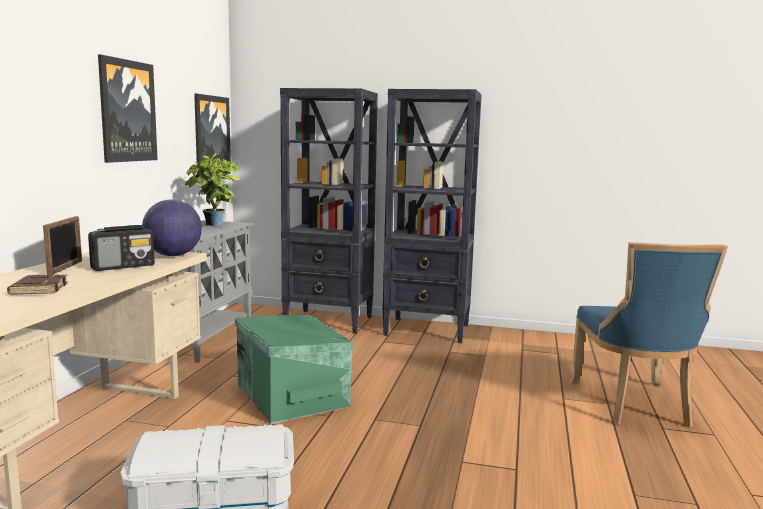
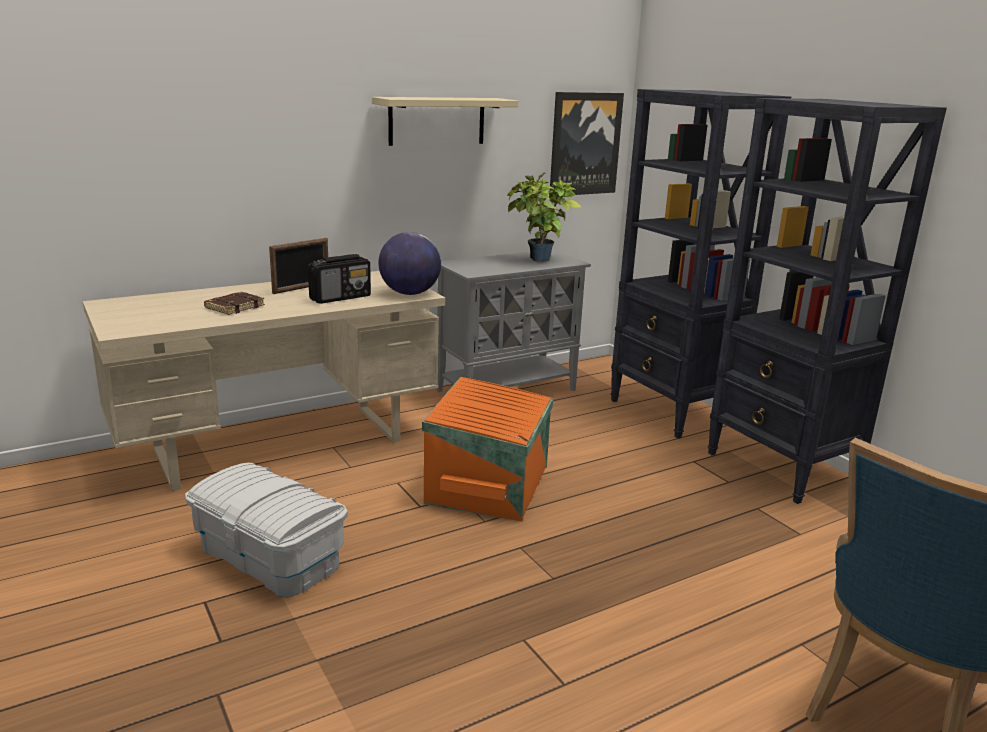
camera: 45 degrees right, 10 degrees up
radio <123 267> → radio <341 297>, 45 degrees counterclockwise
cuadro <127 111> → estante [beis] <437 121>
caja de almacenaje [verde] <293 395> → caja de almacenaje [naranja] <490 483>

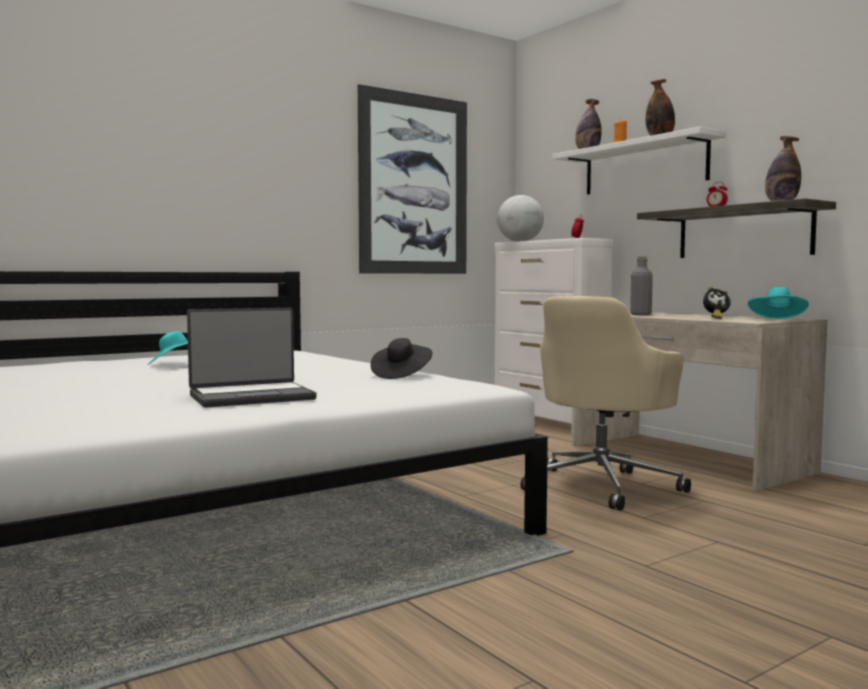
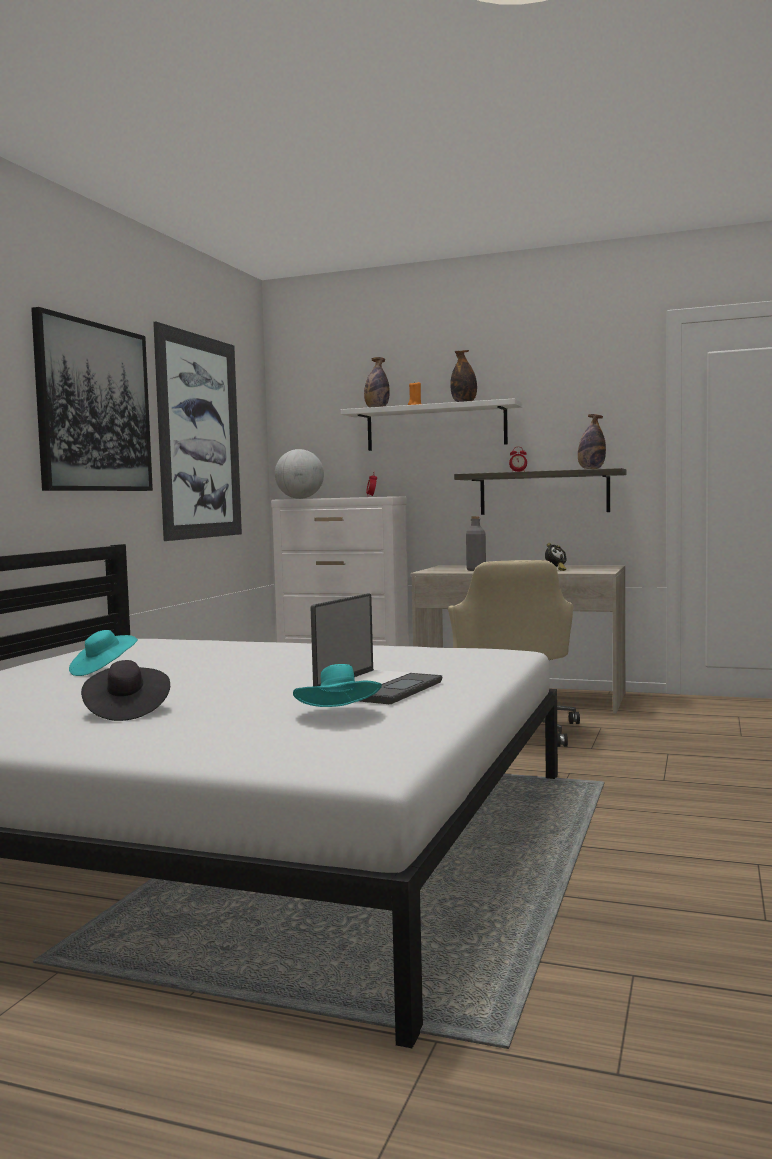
camera: 35 degrees left, 0 degrees up
- → cuadro <94 407>
sombrero [negro] <401 375> → sombrero [negro] <126 711>, relocated
sombrero [turquesa] <777 320> → sombrero [turquesa] <339 715>, relocated

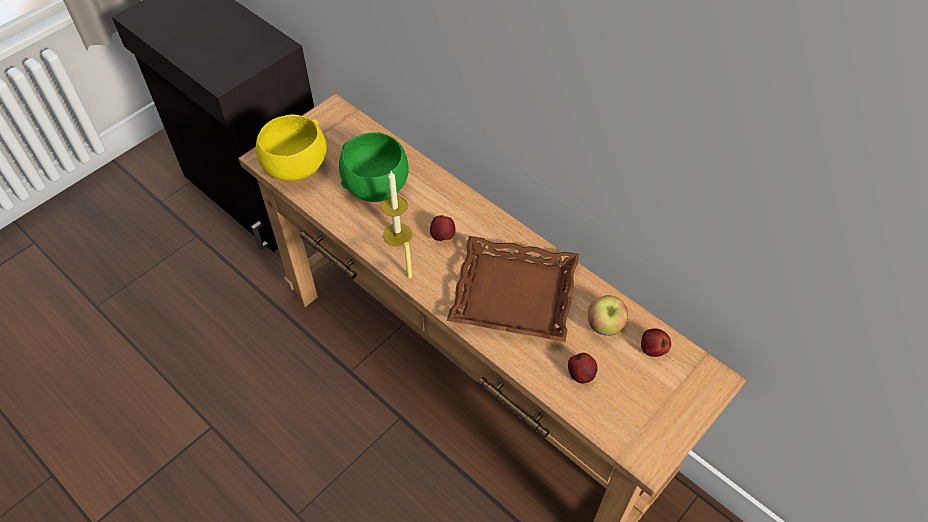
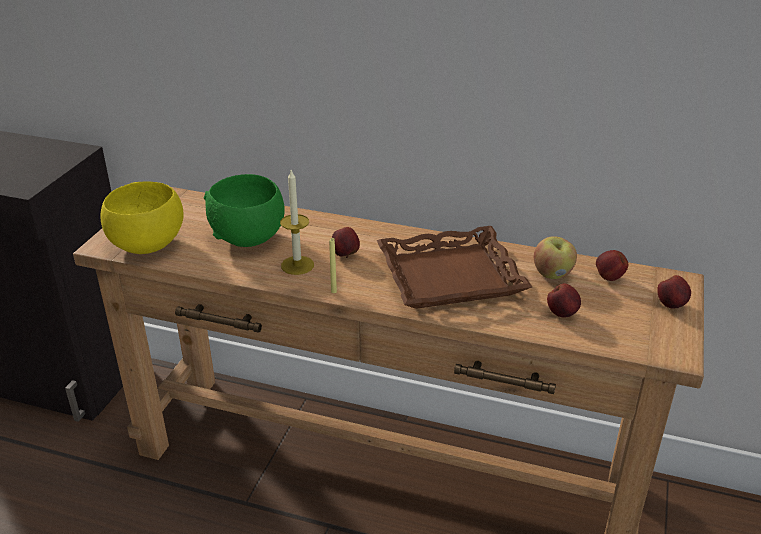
camera: 25 degrees left, 20 degrees down
- → manzana <671 305>

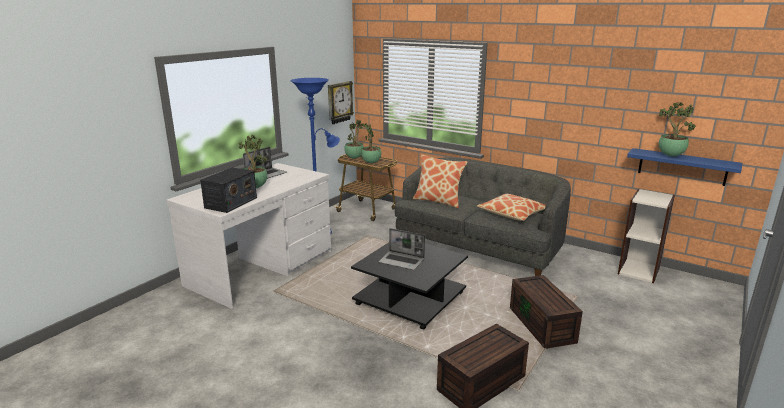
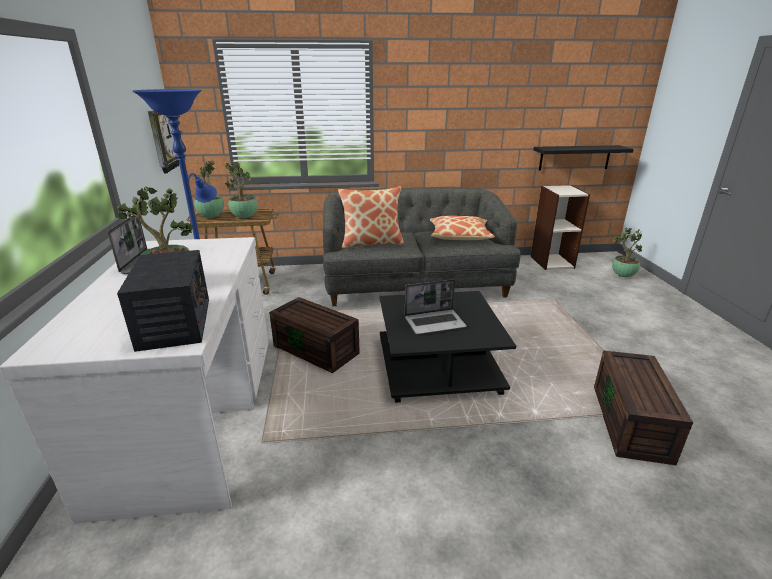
camera: 40 degrees left, 5 degrees up
caja de almacenaje [marrón] <543 325> → caja de almacenaje [marrón] <317 350>, relocated
estante [azul] <682 167> → estante [negro] <574 157>
planta en maceta <670 155> → planta en maceta <622 276>, relocated

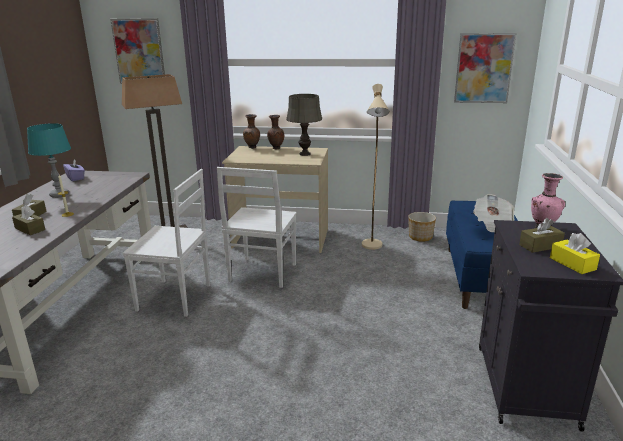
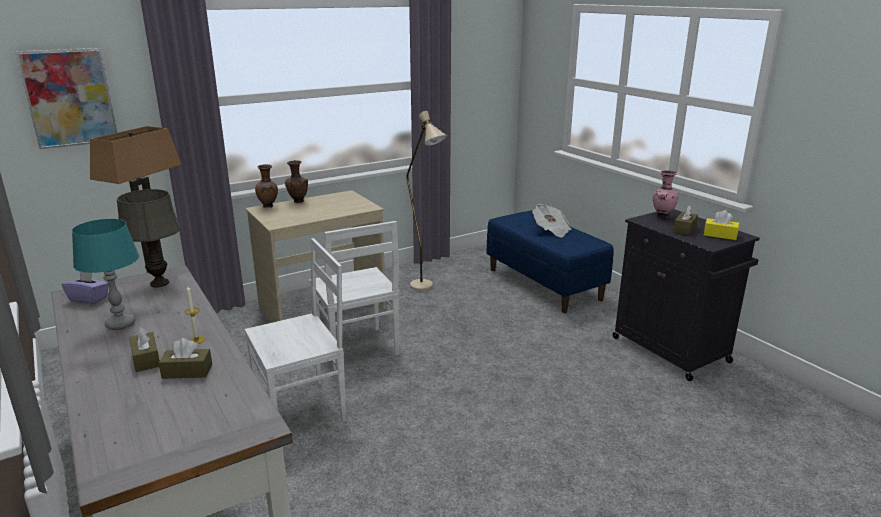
camera: 40 degrees left, 0 degrees up
lámpara de mesa [gris] <305 154> → lámpara de mesa [gris] <159 283>, relocated
maceta <421 237> → -
cuadro <484 68> → -

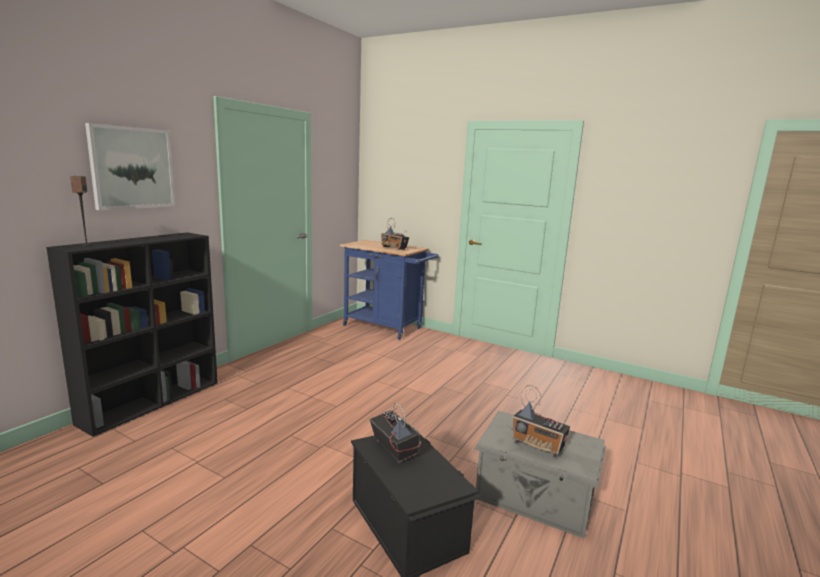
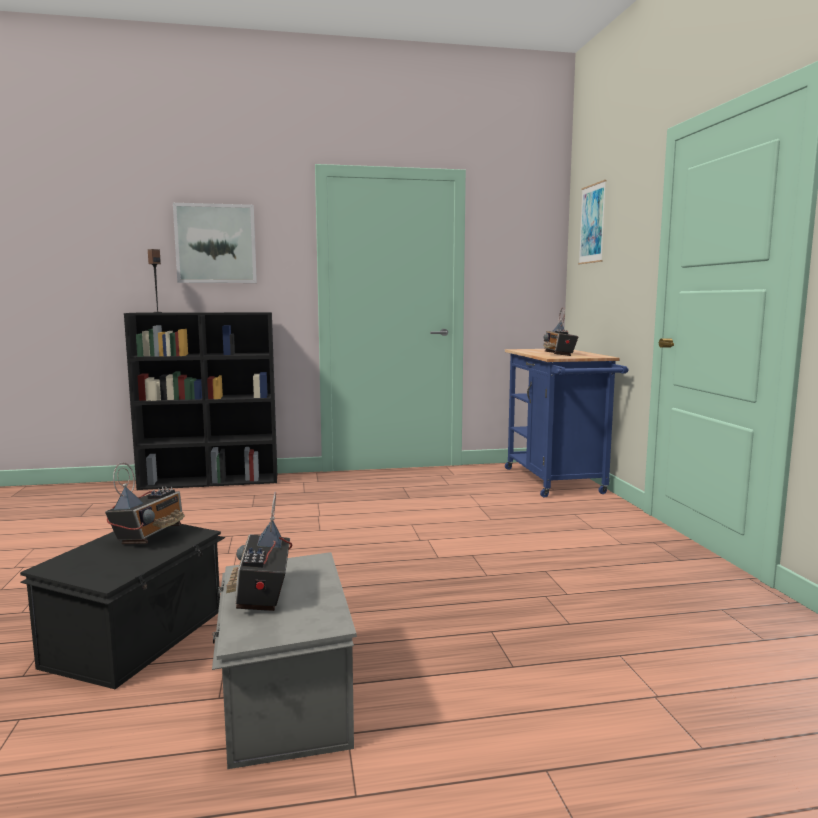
camera: 50 degrees right, 5 degrees down
- → cuadro <592 224>

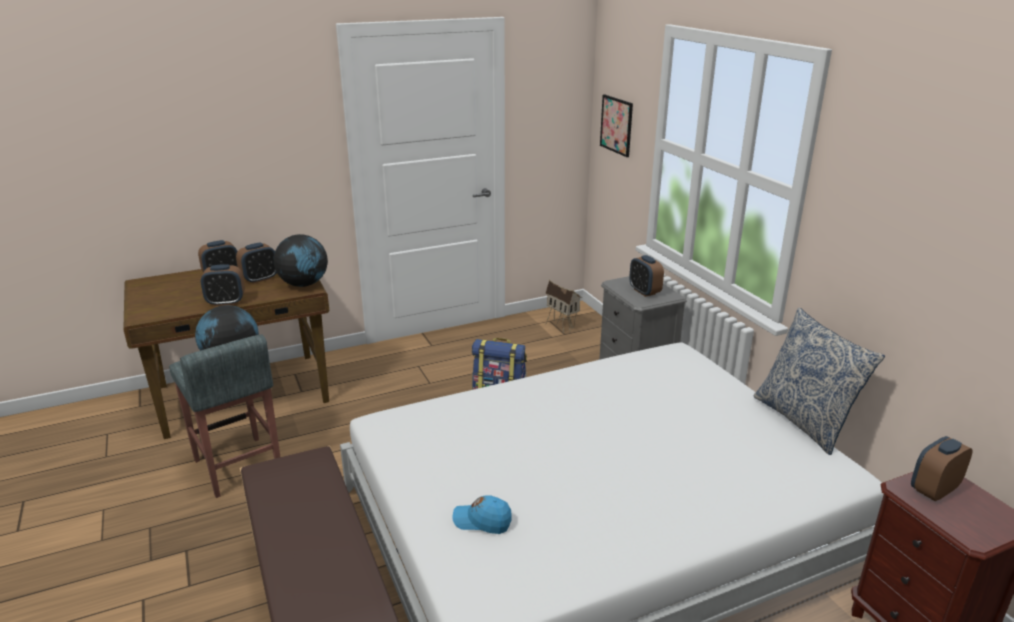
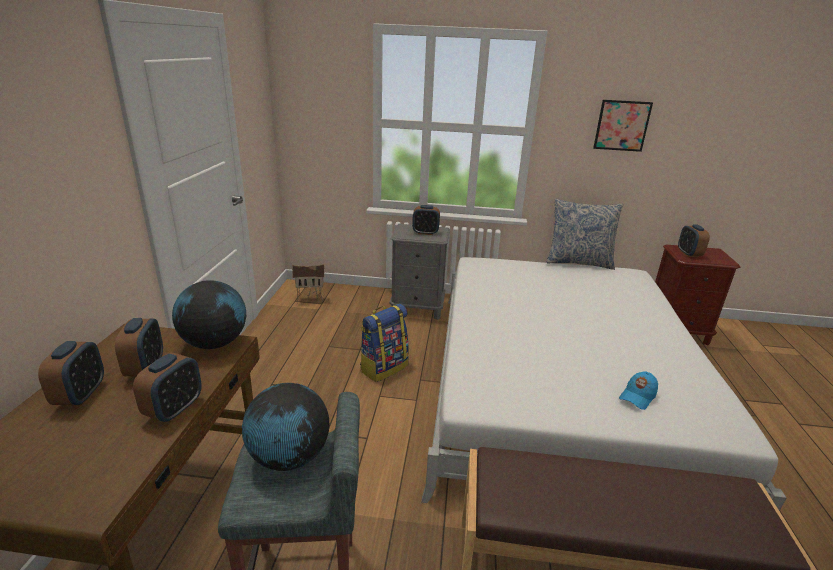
camera: 60 degrees left, 0 degrees up
cuadro <616 125> → cuadro <622 125>, relocated

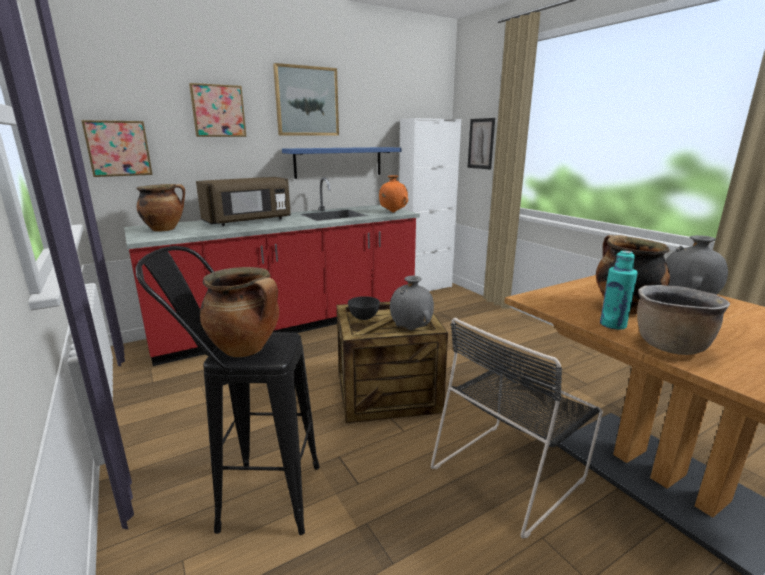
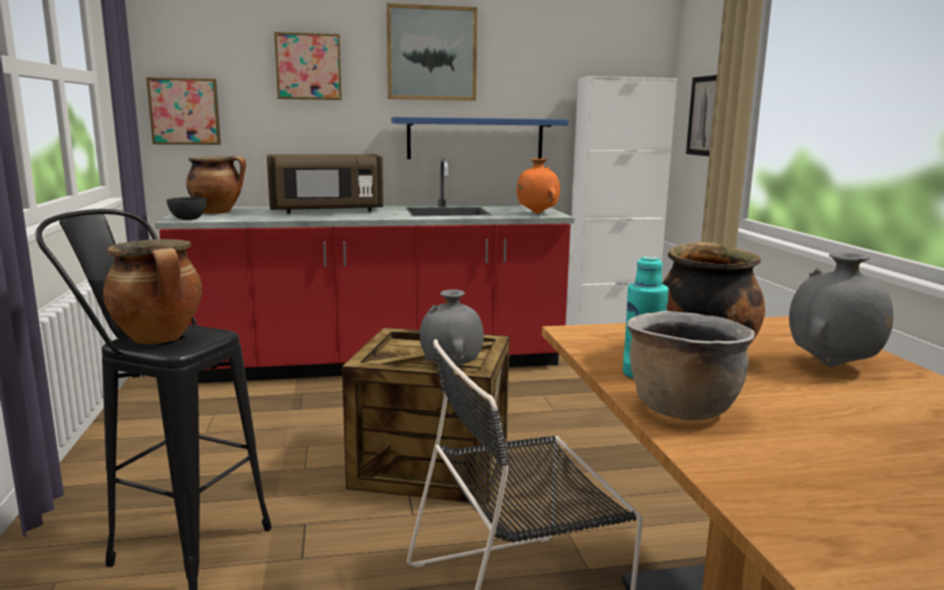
camera: 20 degrees right, 5 degrees down
cuenco [gris] <363 317> → cuenco [gris] <188 219>, relocated

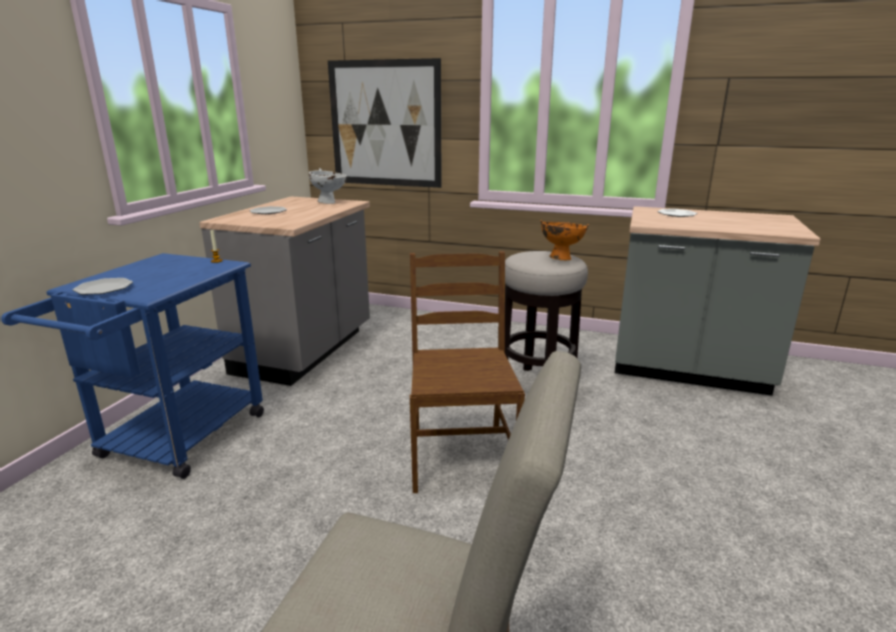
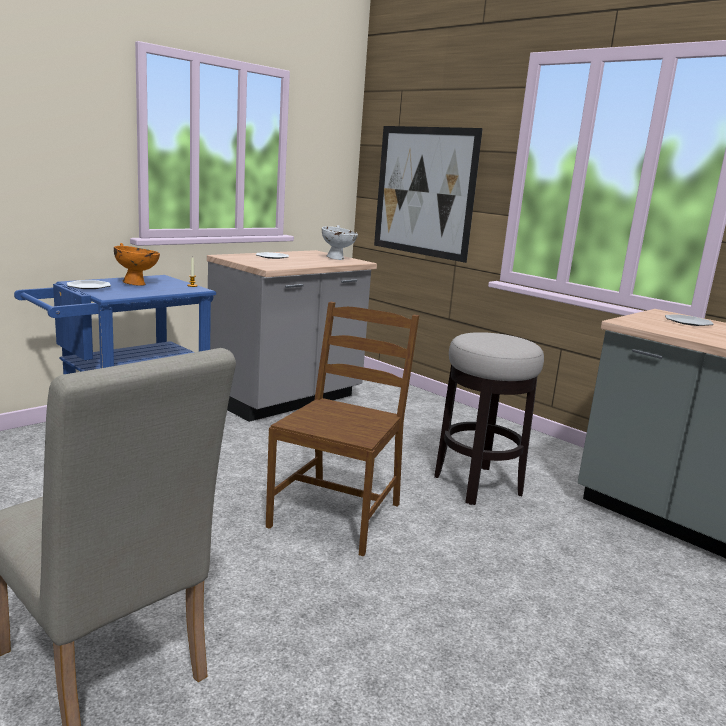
camera: 25 degrees right, 5 degrees down
cuenco [naranja] <560 258> → cuenco [naranja] <136 284>, relocated

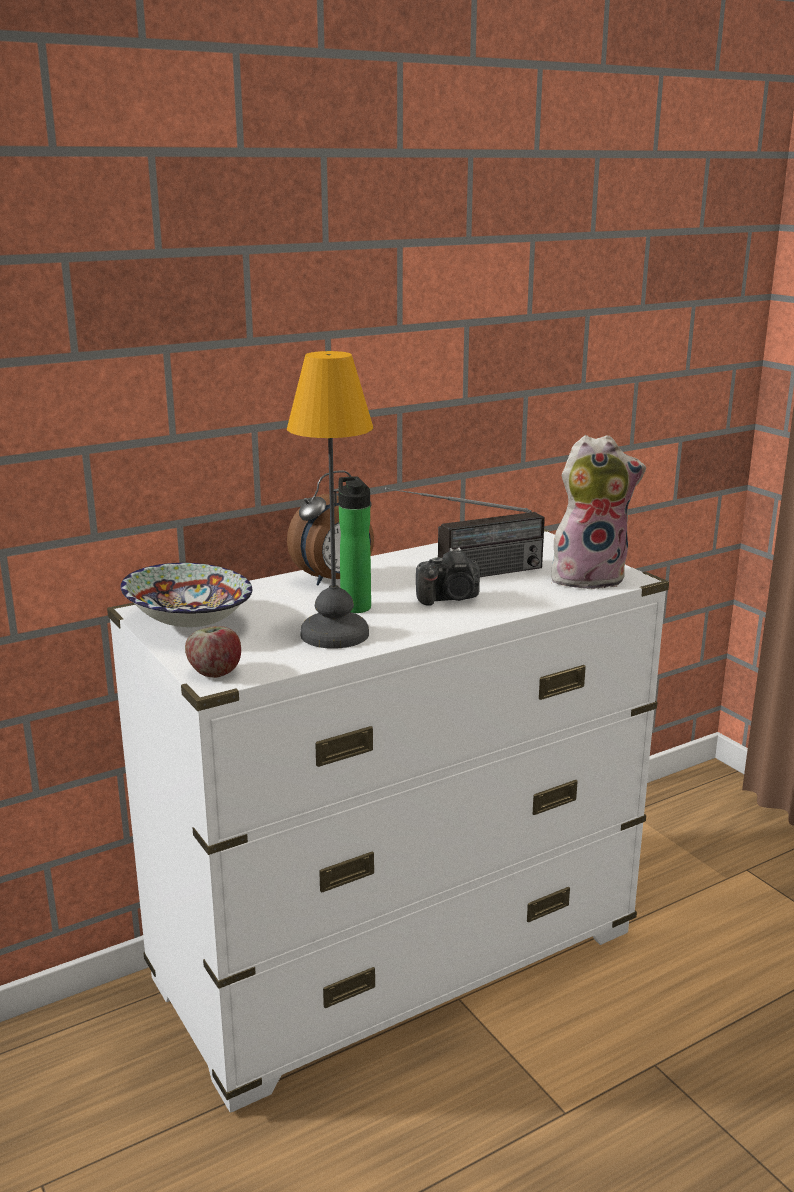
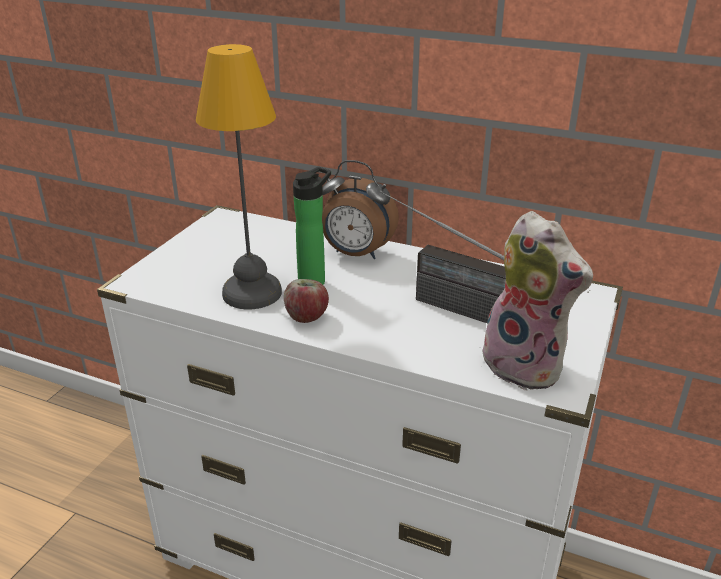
camera: 55 degrees right, 10 degrees up
manzana <215 672> → manzana <307 317>, relocated
cuenco <187 625> → -
cámara <450 598> → -

